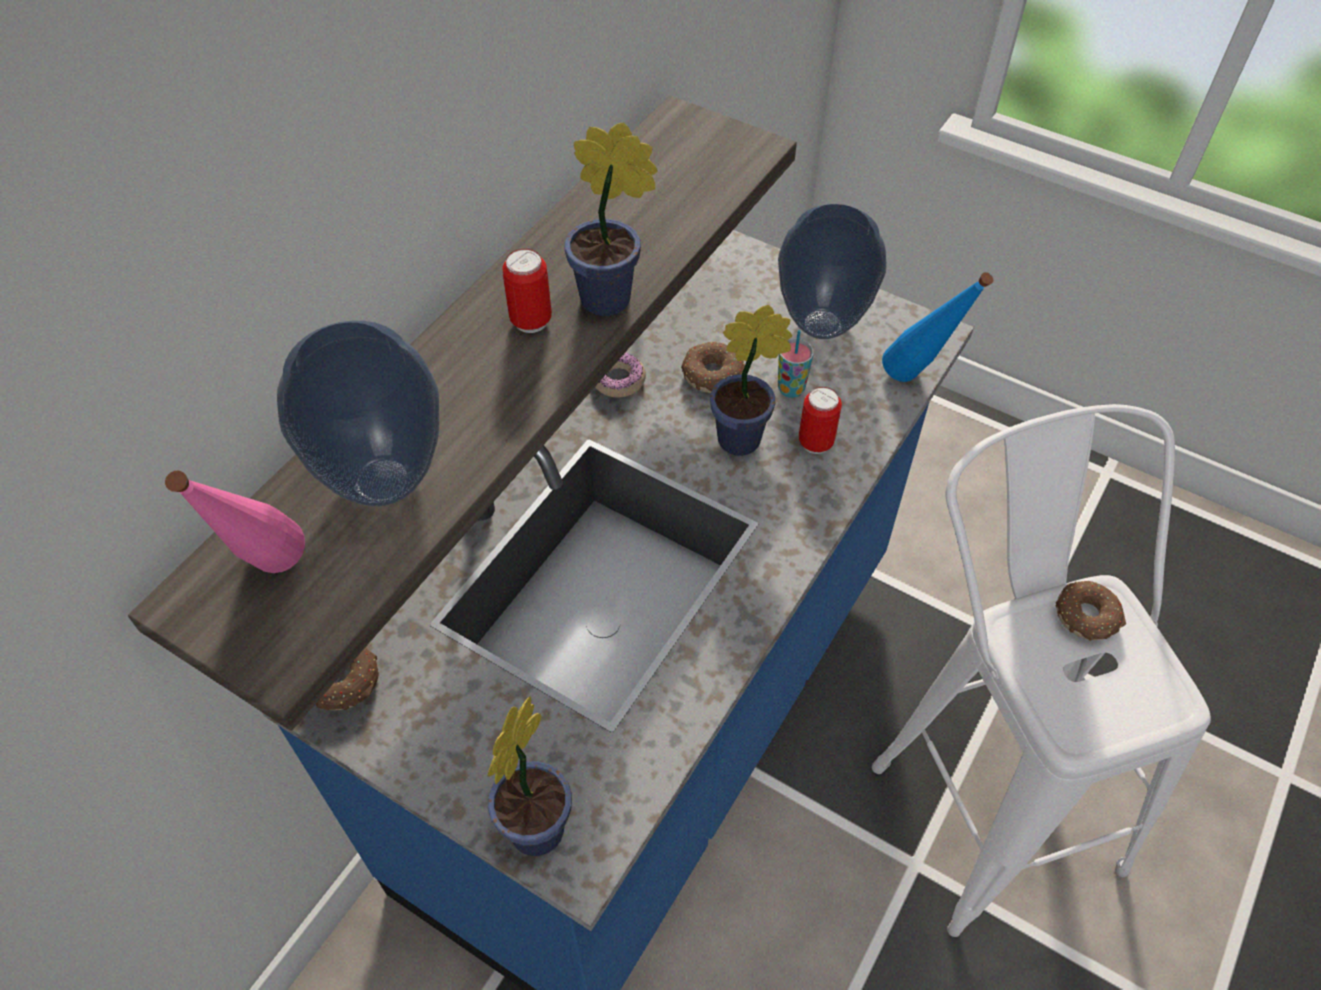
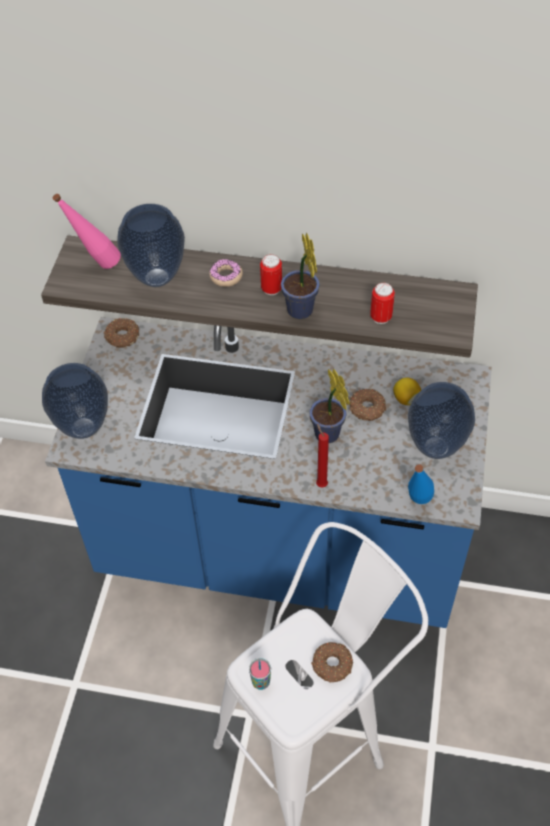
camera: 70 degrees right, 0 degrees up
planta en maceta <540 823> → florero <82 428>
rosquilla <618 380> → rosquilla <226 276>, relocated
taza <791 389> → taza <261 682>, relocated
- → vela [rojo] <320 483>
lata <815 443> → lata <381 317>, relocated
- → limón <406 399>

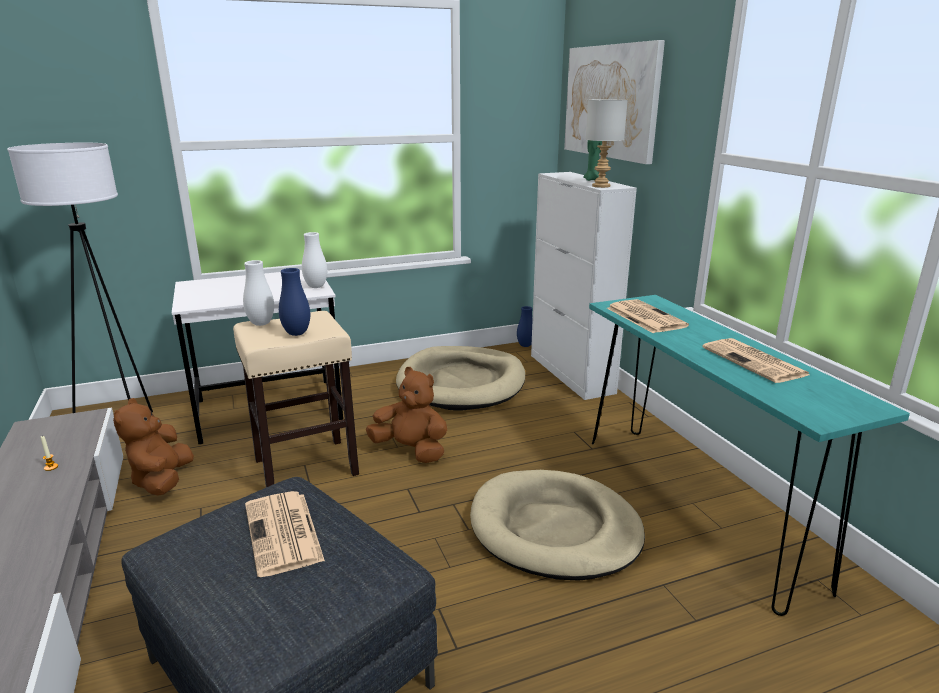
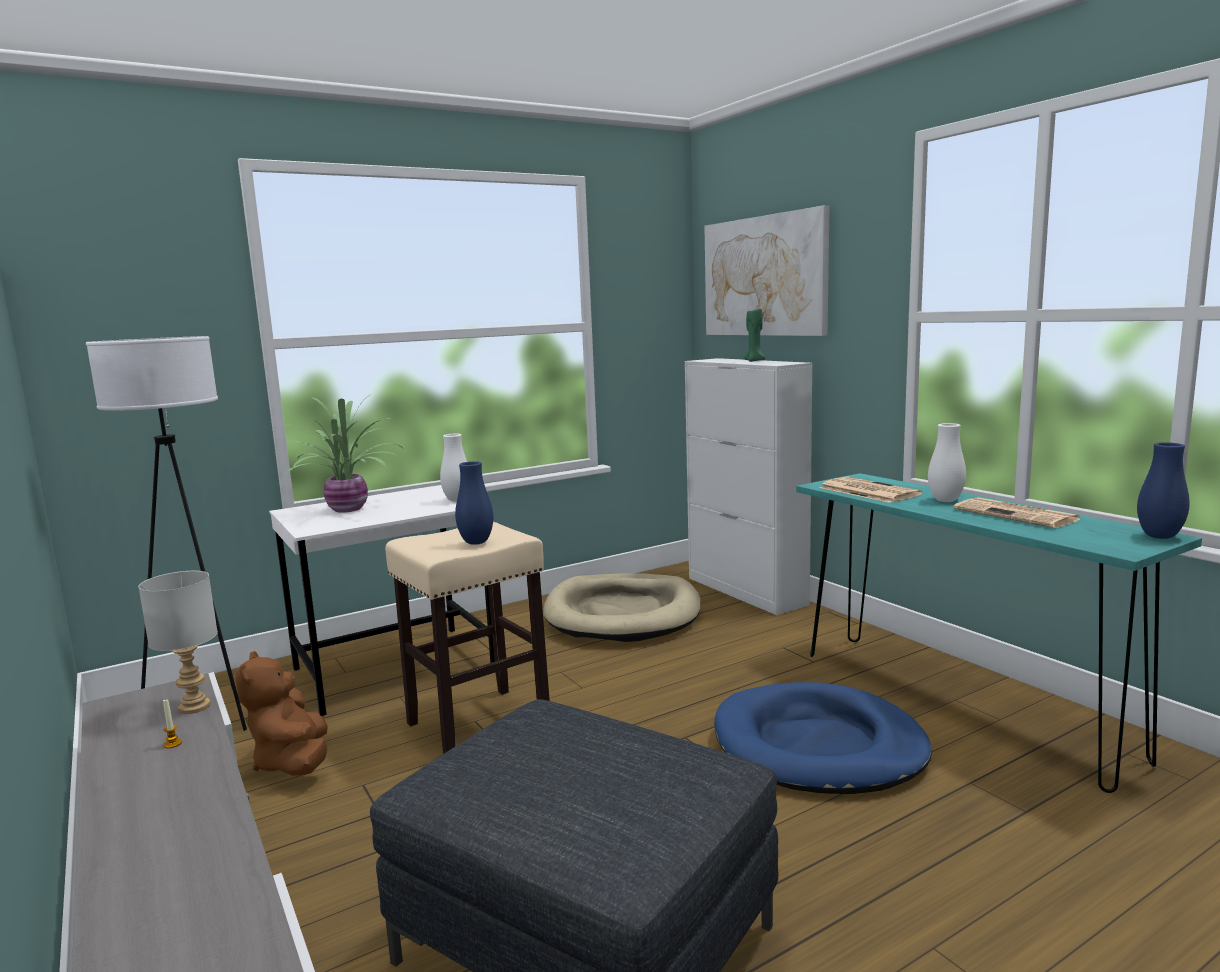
camera: 10 degrees left, 10 degrees down
lámpara de mesa [gris] <600 186> → lámpara de mesa [gris] <193 707>, relocated
- → planta en maceta <348 510>
cama para perro [beis] <554 529> → cama para perro [azul] <818 746>
florero [blanco] <261 323> → florero [blanco] <945 500>, relocated
florero [azul] <525 345> → florero [azul] <1159 536>, relocated
periódico <284 533> → -
peluche [marrón] <411 450> → -

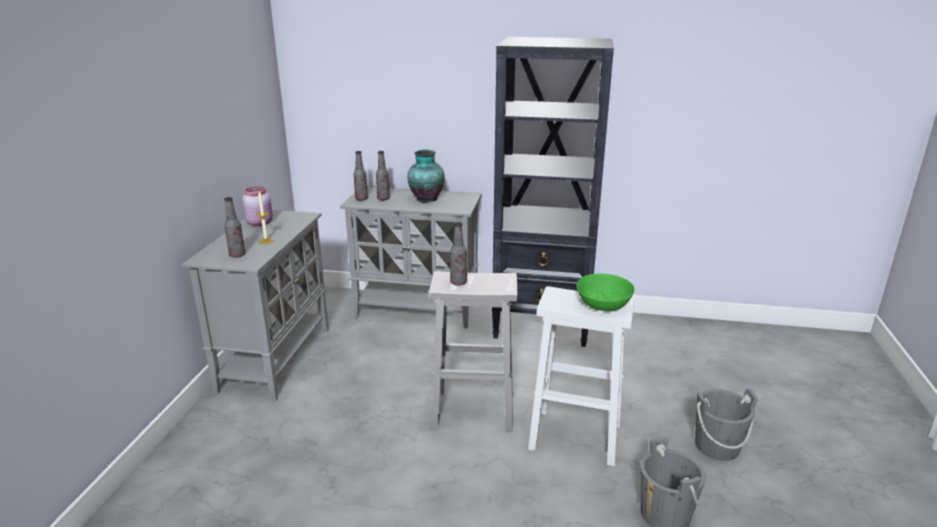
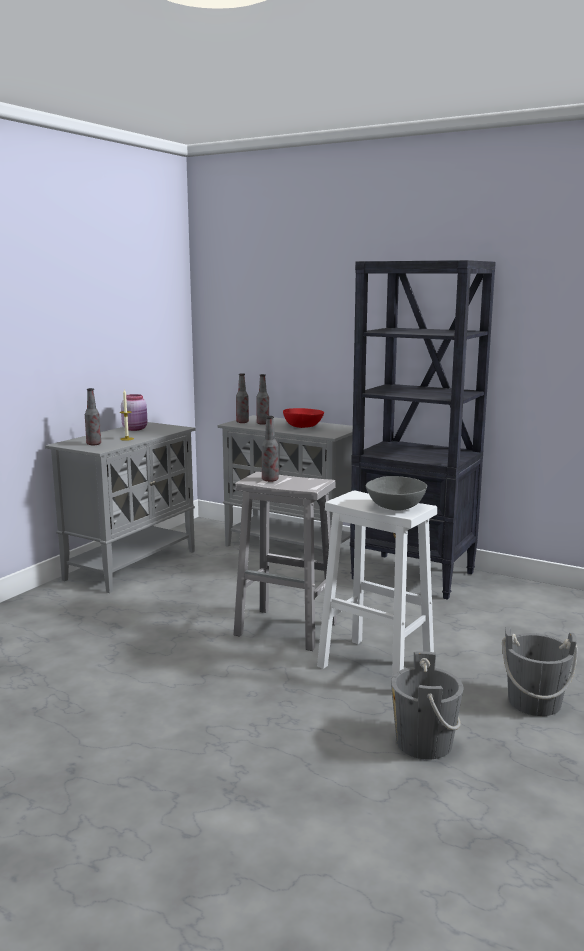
camera: 20 degrees right, 10 degrees down
florero <425 199> → cuenco [rojo] <303 426>
cuenco [verde] <603 305> → cuenco [gris] <395 507>

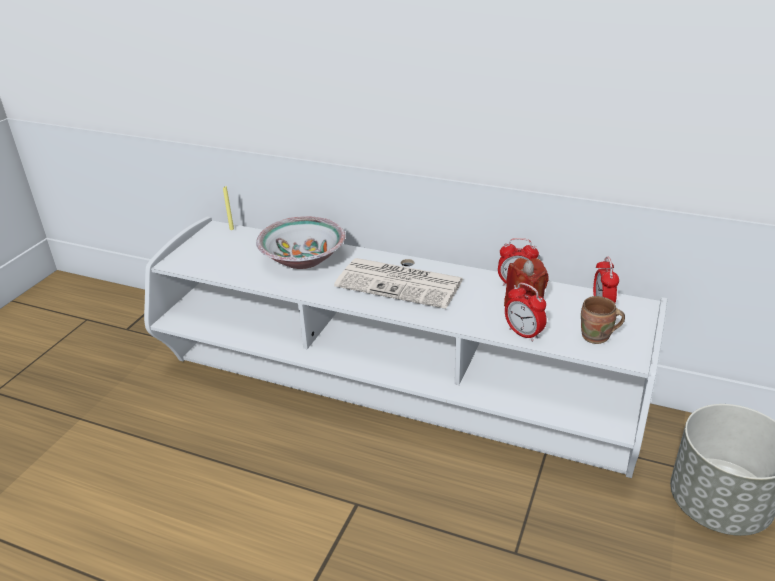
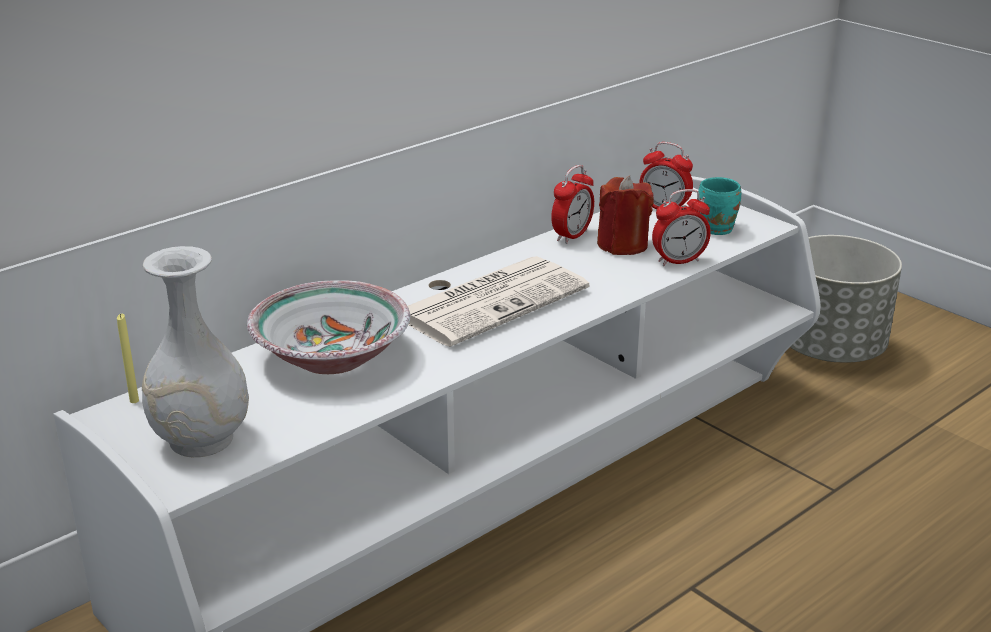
camera: 65 degrees left, 5 degrees down
- → florero [blanco] <200 439>
taza grande [marrón] <597 338> → taza grande [turquesa] <719 229>

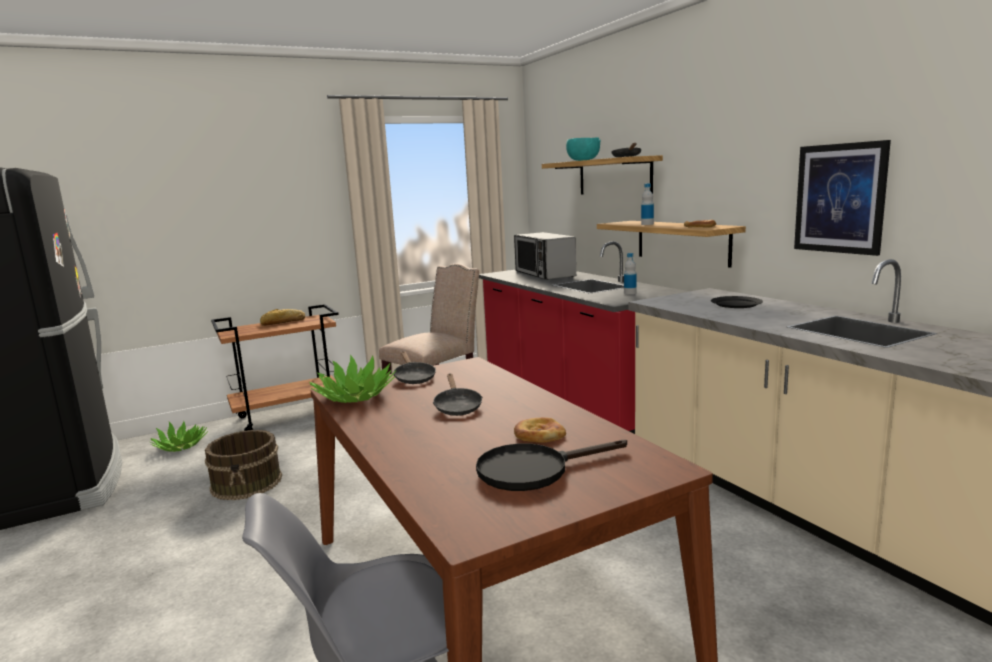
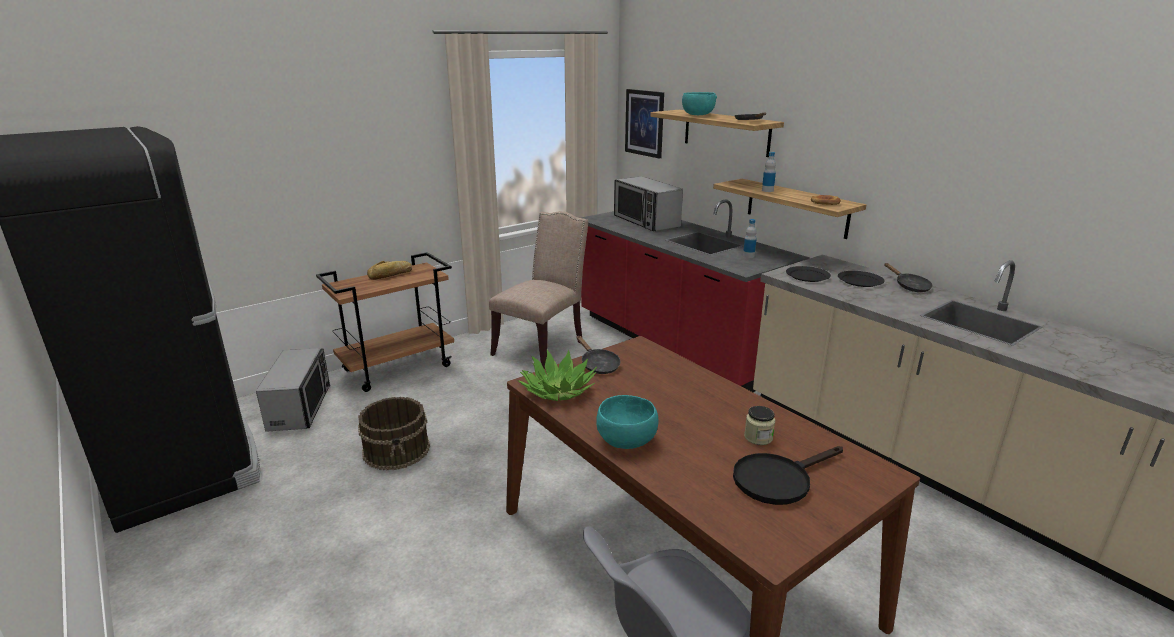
camera: 10 degrees left, 10 degrees up
planta en maceta <181 446> → microondas <300 407>
- → cuenco [turquesa] <627 440>
cuadro <840 198> → cuadro <644 123>, relocated
pan <539 434> → tarro <758 437>
- → plato [negro] <807 276>
sartén [negro] <457 407> → sartén [negro] <909 286>, relocated

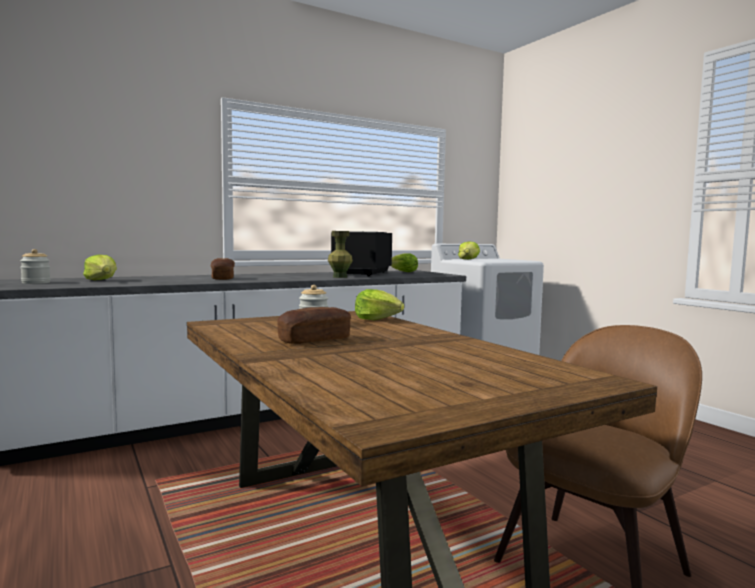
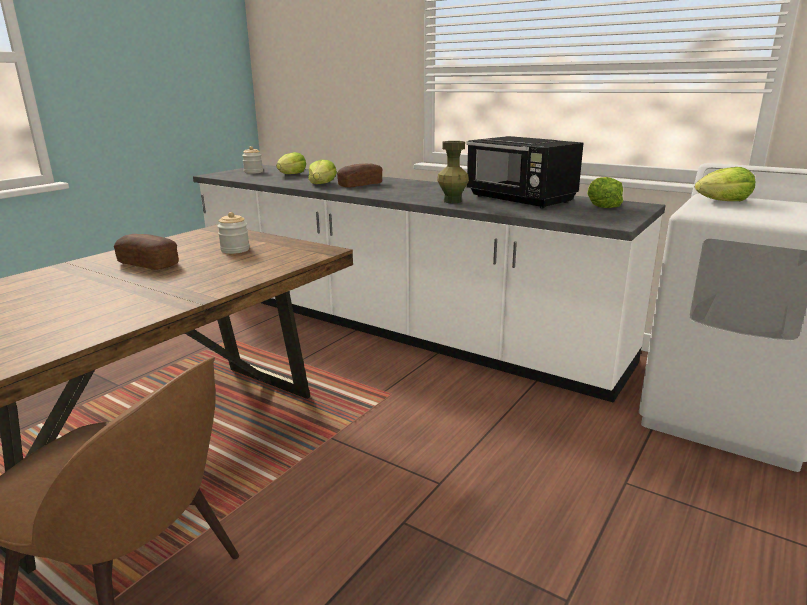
camera: 65 degrees right, 15 degrees up
lechuga <377 319> → lechuga <322 184>, relocated
microondas [negro] <361 273> → microondas [negro] <520 199>, 120 degrees counterclockwise

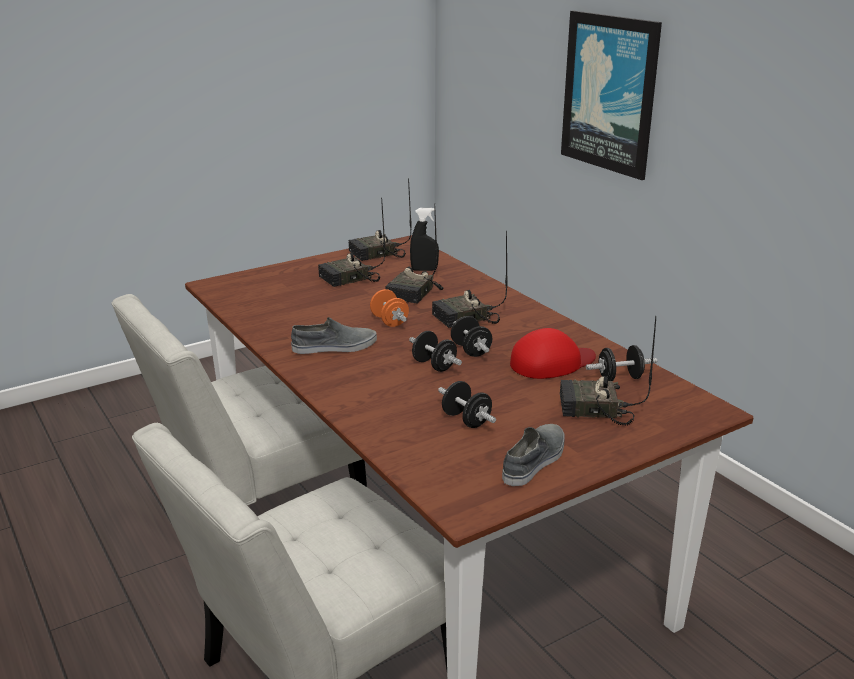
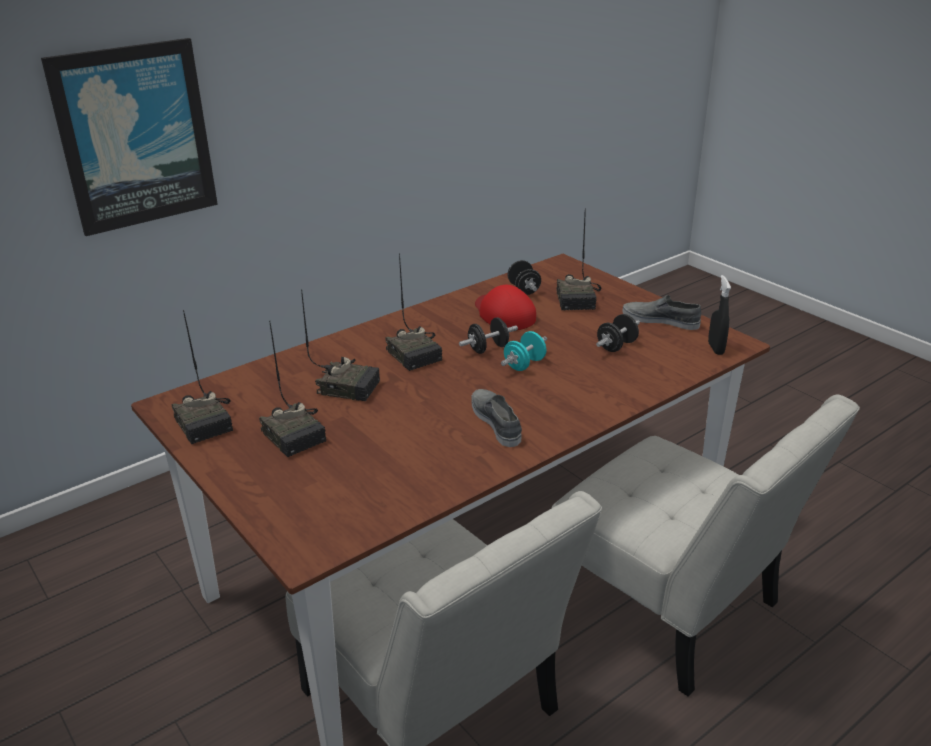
camera: 95 degrees left, 5 degrees up
mancuerna [negro] <434 365> → mancuerna [turquesa] <524 364>
pulverizador [negro] <424 270> → pulverizador [negro] <715 348>, relocated
mancuerna [naranja] <389 321> → -

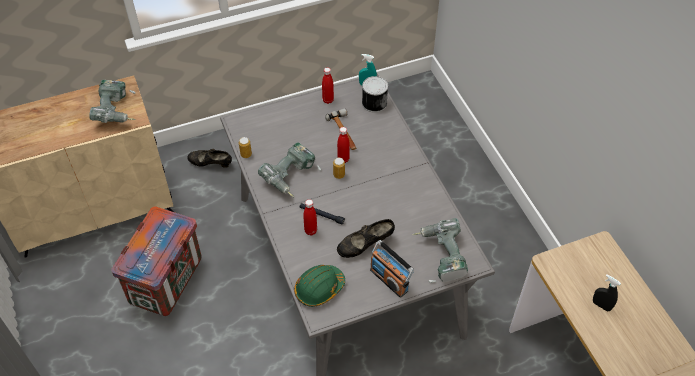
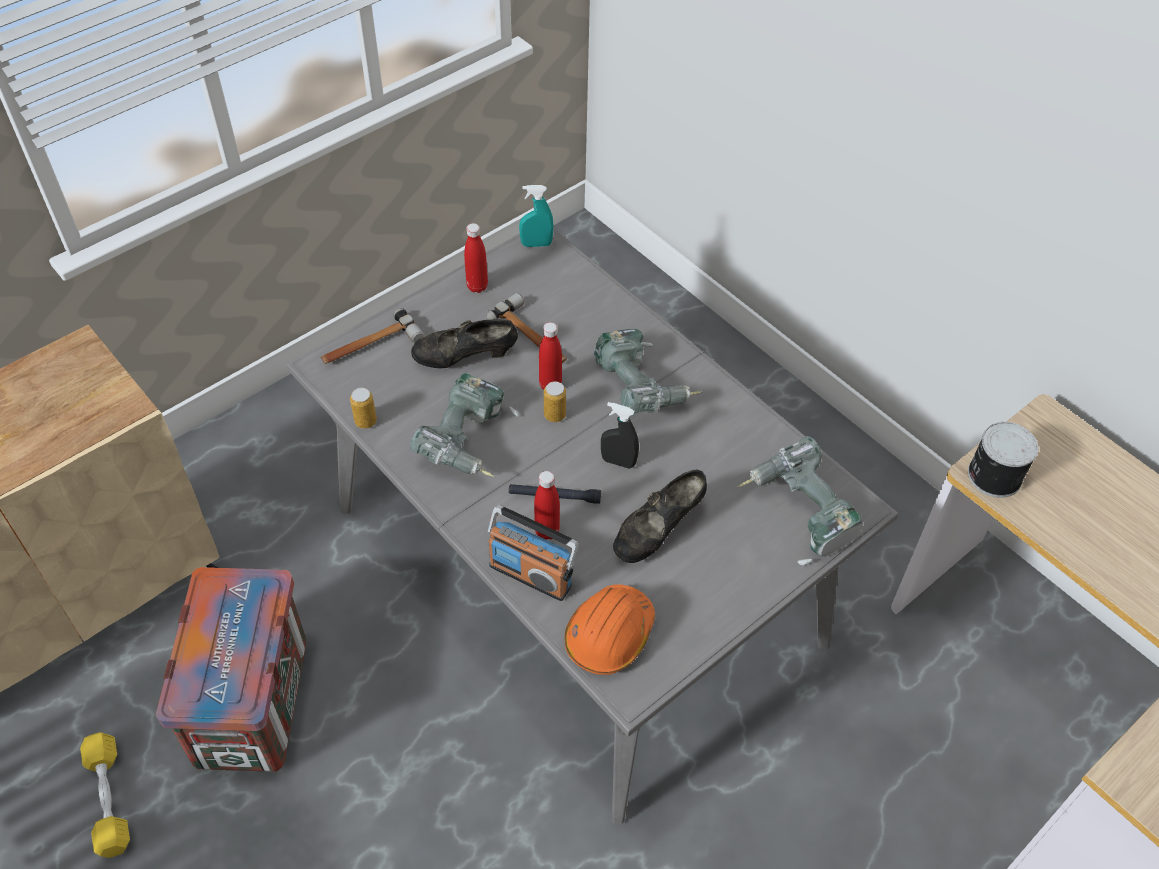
camera: 20 degrees left, 0 degrees up
- → mancuerna [amarillo] <109 799>
- → martillo <370 346>
zapato [negro] <211 164> → zapato [negro] <465 358>, relocated
radio <389 280> → radio <531 574>, relocated
casco [verde] <319 289> → casco [naranja] <609 635>
taladro <117 111> → taladro <642 387>, relocated
pulverizador [negro] <601 305> → pulverizador [negro] <618 462>, relocated
lata <374 103> → lata <993 475>, relocated

